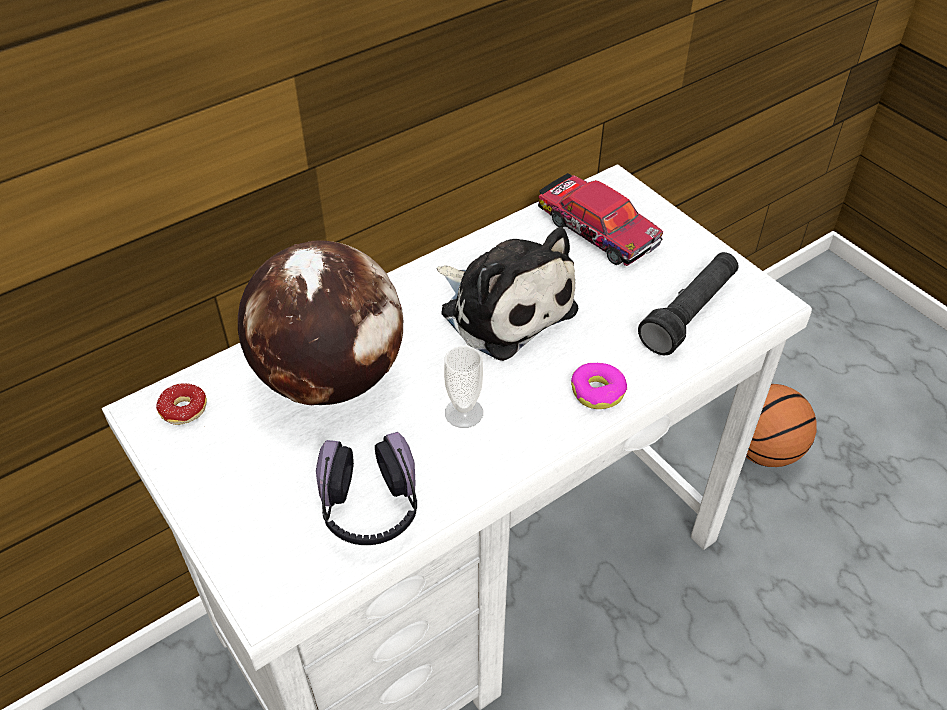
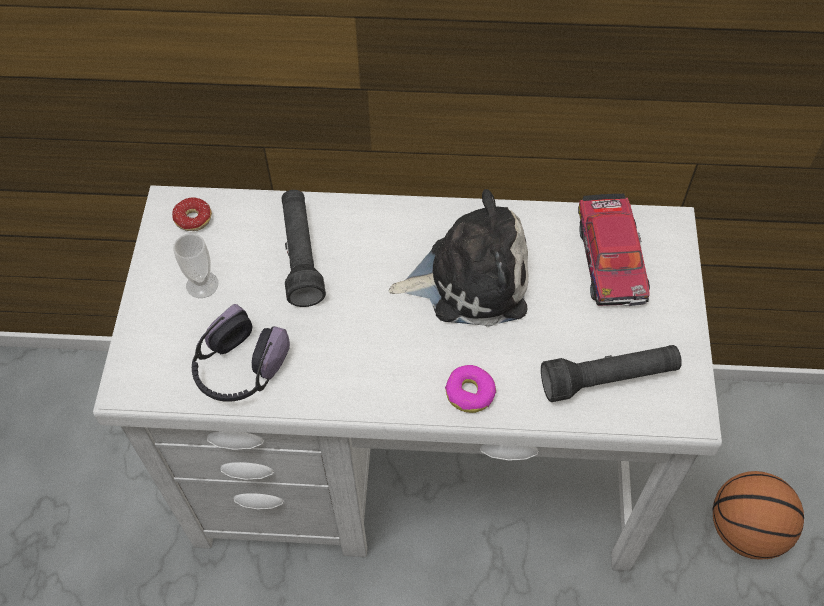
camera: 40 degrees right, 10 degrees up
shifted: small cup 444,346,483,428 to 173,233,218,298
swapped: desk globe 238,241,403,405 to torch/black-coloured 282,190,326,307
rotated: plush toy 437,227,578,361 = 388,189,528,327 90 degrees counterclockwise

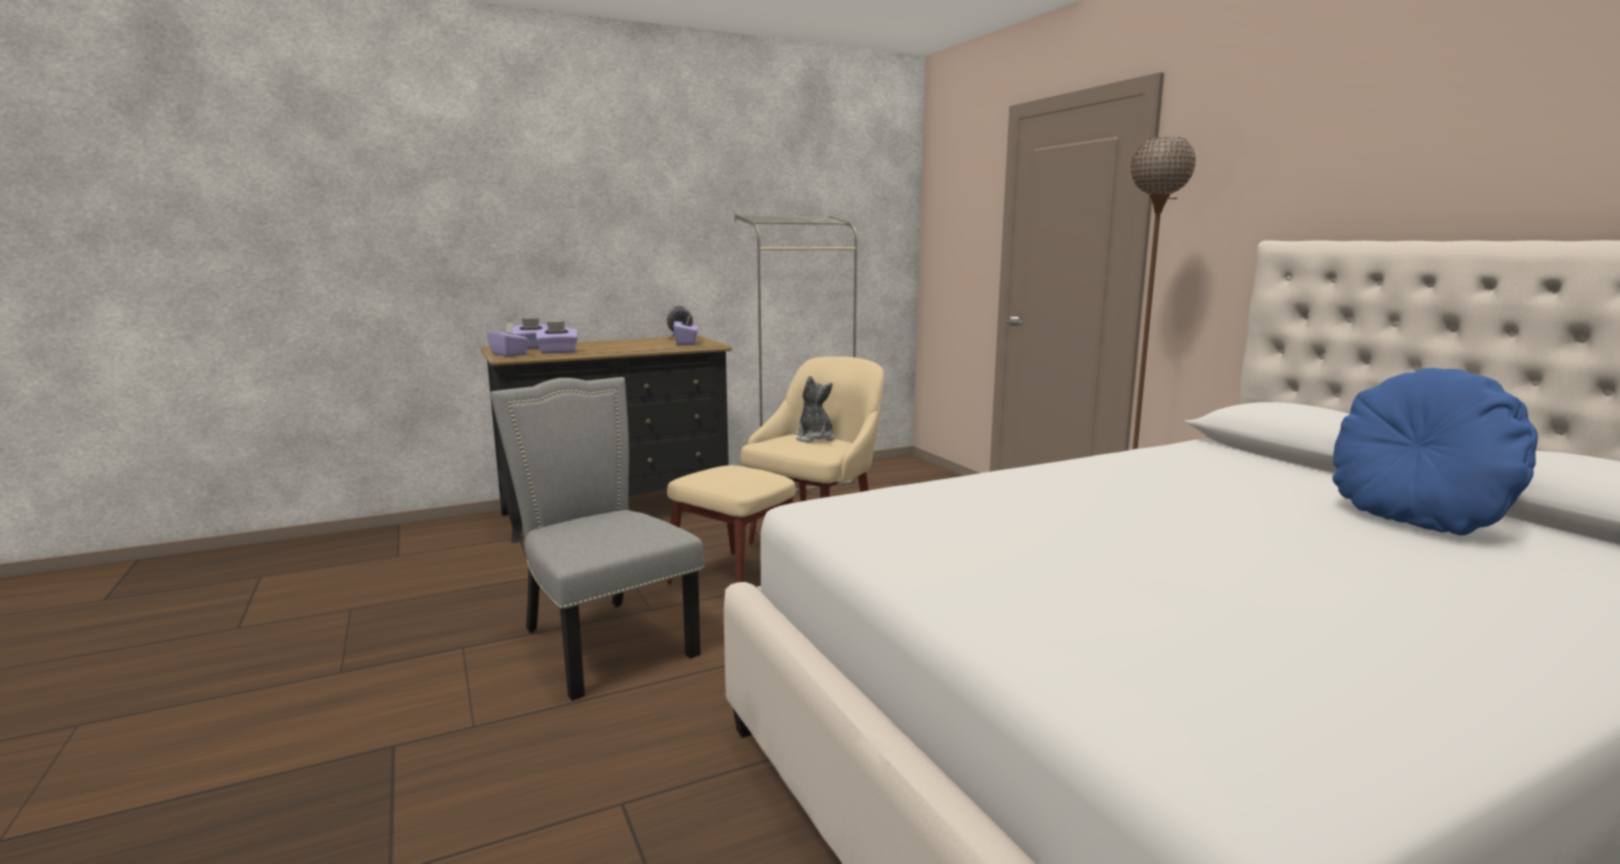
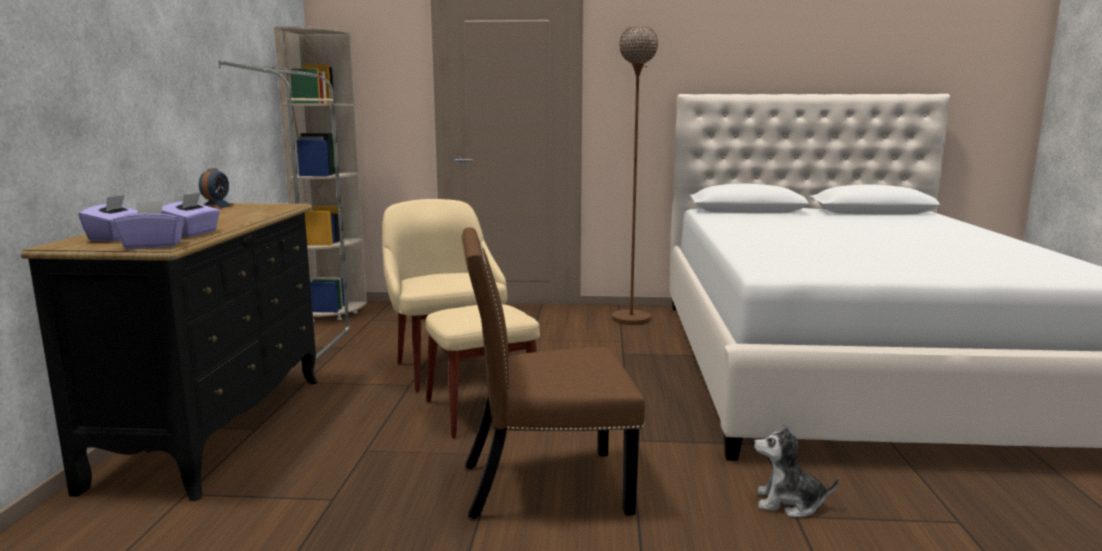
camera: 60 degrees left, 0 degrees up
gone: box of tissues/purple-coloured 673,315,699,345; throw pillow/blue 1332,368,1538,536
new: bookshelf/beige-coloured 274,26,367,322
shifted: plush toy 796,376,835,443 to 754,423,839,517
repainted: upright chair/grey 490,377,704,701 to upright chair/brown 462,227,645,519

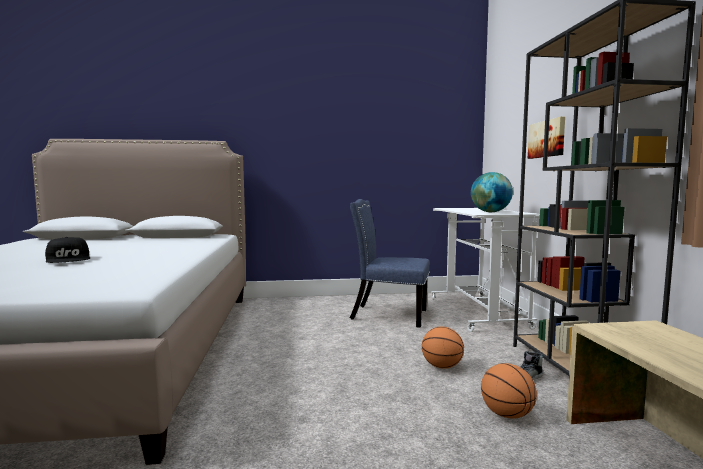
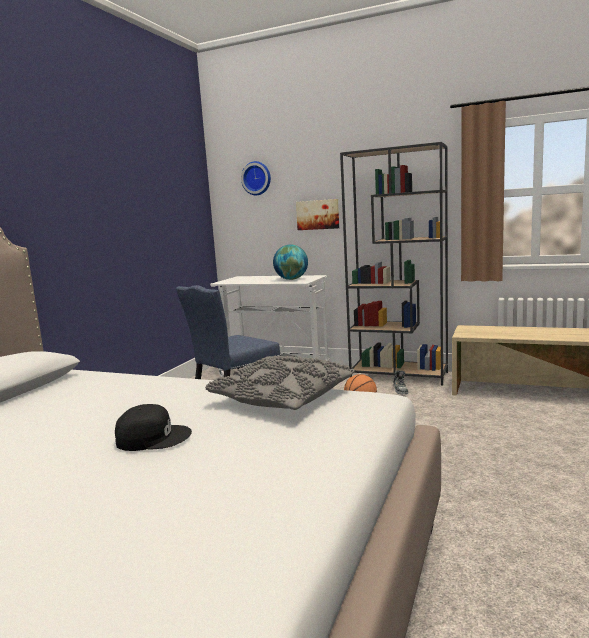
camera: 60 degrees left, 5 degrees up
gone: ball for basketball 481,363,537,419
new: throw pillow/grey 205,355,355,410; wall clock 241,161,271,195

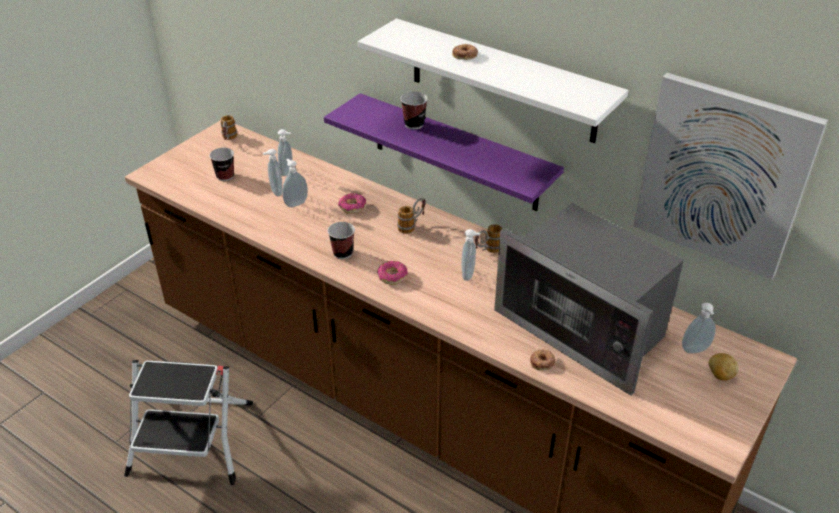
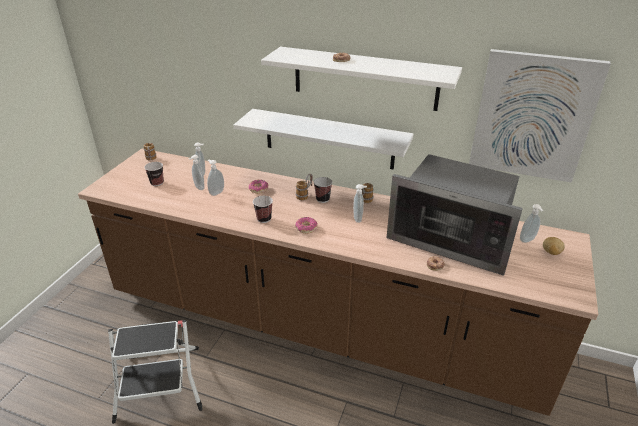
camera: 15 degrees left, 5 degrees down
shifted: small cup 400,92,428,129 to 314,177,332,203
repainted: wall shelf/purple-coloured 324,93,564,211 to wall shelf/white 234,109,414,170

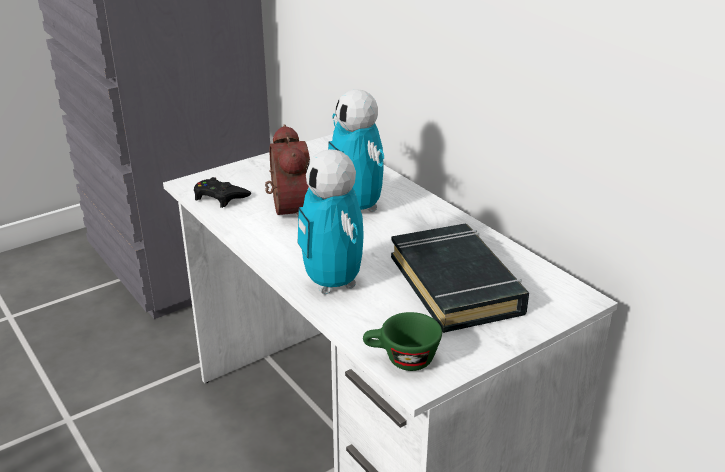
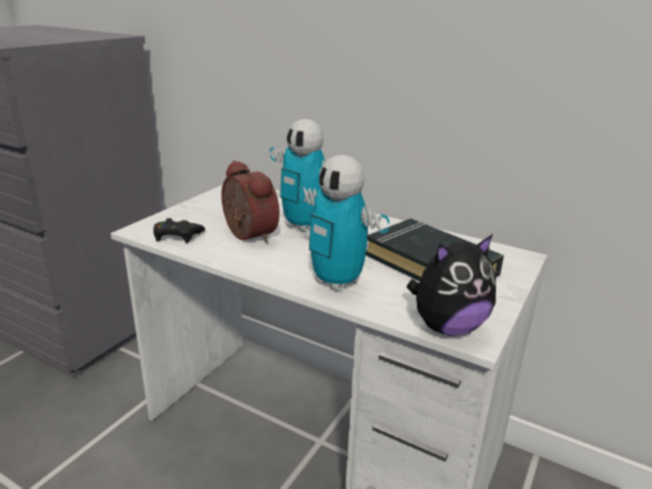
camera: 25 degrees left, 5 degrees down
swapped: small cup/greenish 363,312,442,371 to plush toy 407,234,496,336

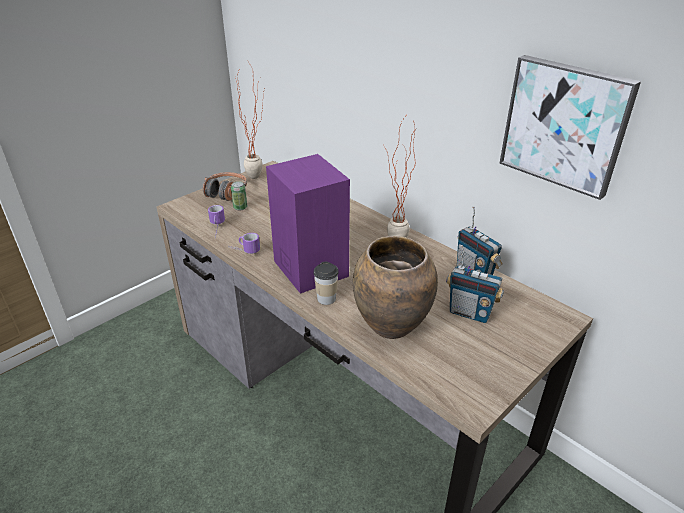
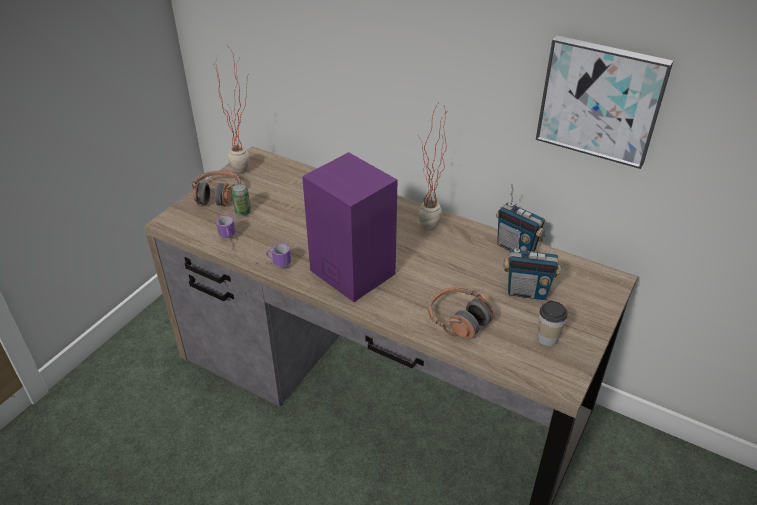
camera: 15 degrees left, 5 degrees up
shifted: small cup 314,262,339,305 to 537,301,568,346
swapped: decorative vase/brown 353,236,438,339 to headphones 428,287,495,339

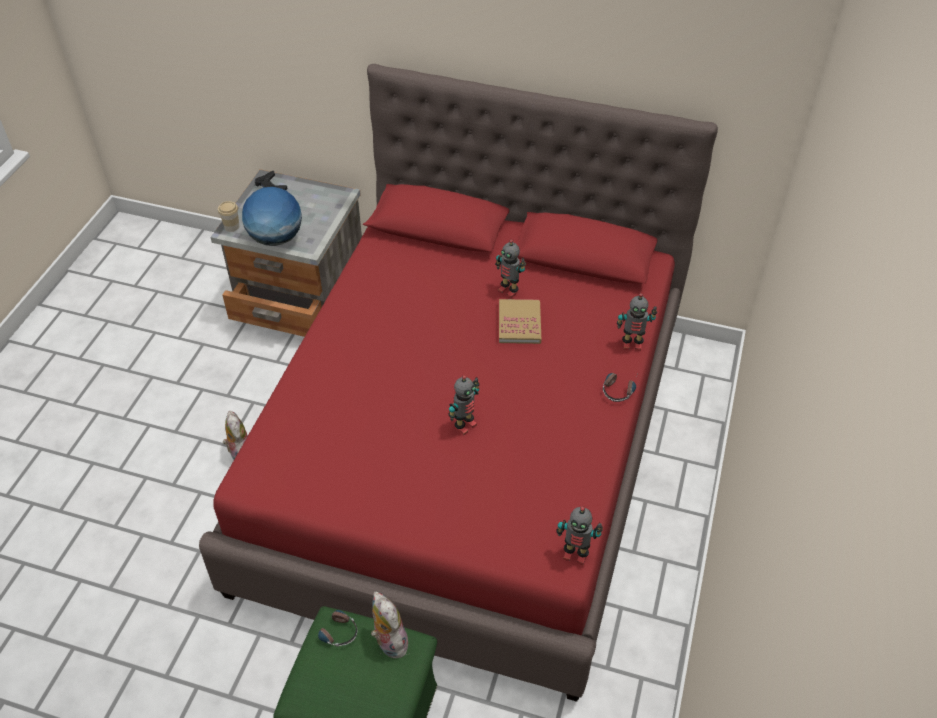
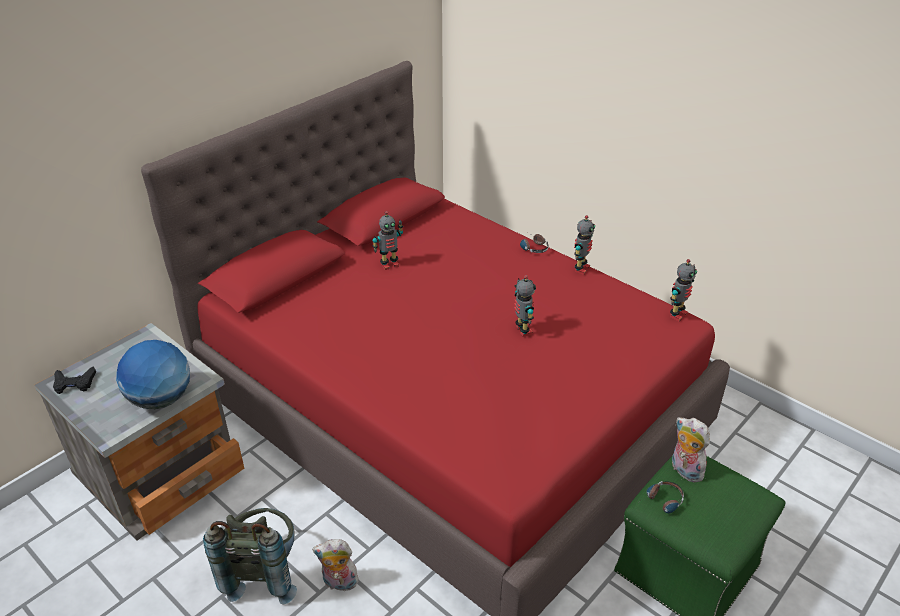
camera: 65 degrees left, 10 degrees down
gone: small cup 218,201,239,232; bound book 499,299,541,344
new: rucksack/grey 203,508,297,604
shifted: model robot 617,293,657,351 to 574,215,595,275
rotated: plush toy 371,591,408,658 = 672,417,710,482 60 degrees clockwise

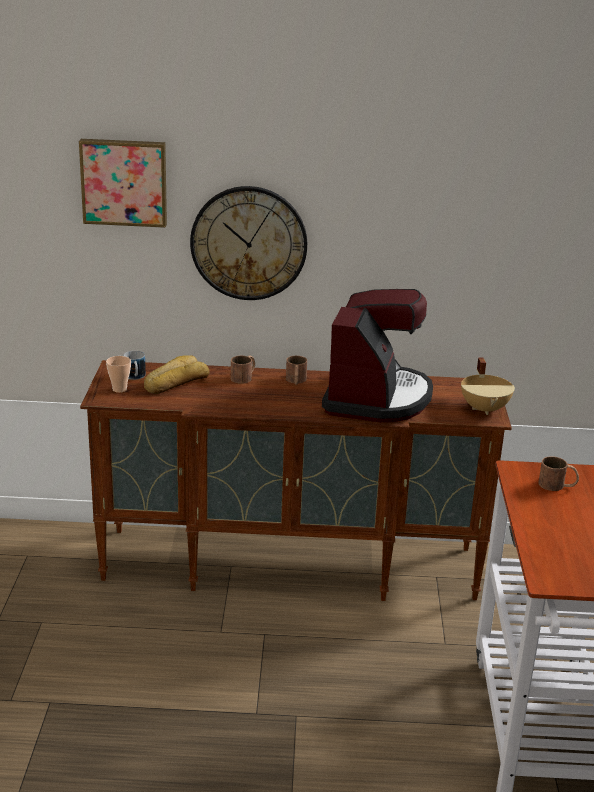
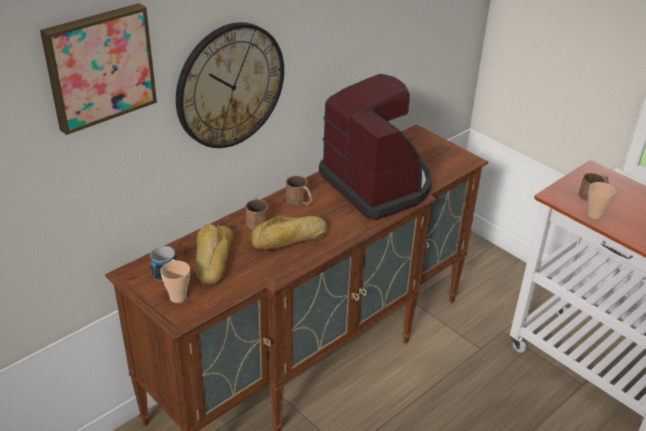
camera: 45 degrees left, 10 degrees up
gone: saucepot/beige-coloured 461,358,515,415
new: baked bread 251,216,327,251; small cup 588,182,616,219

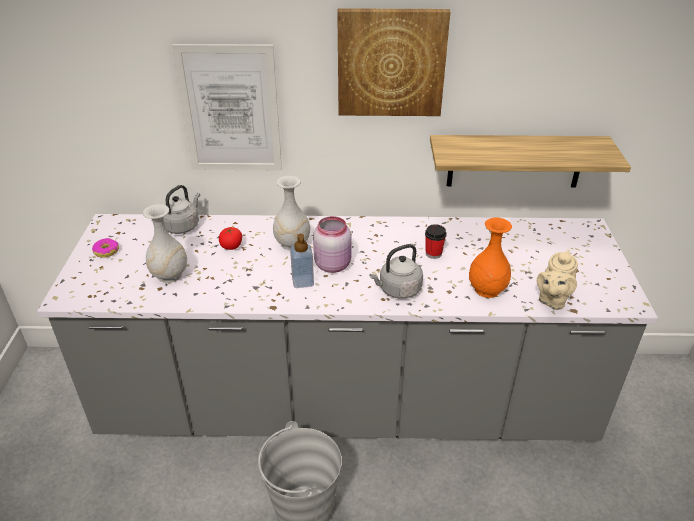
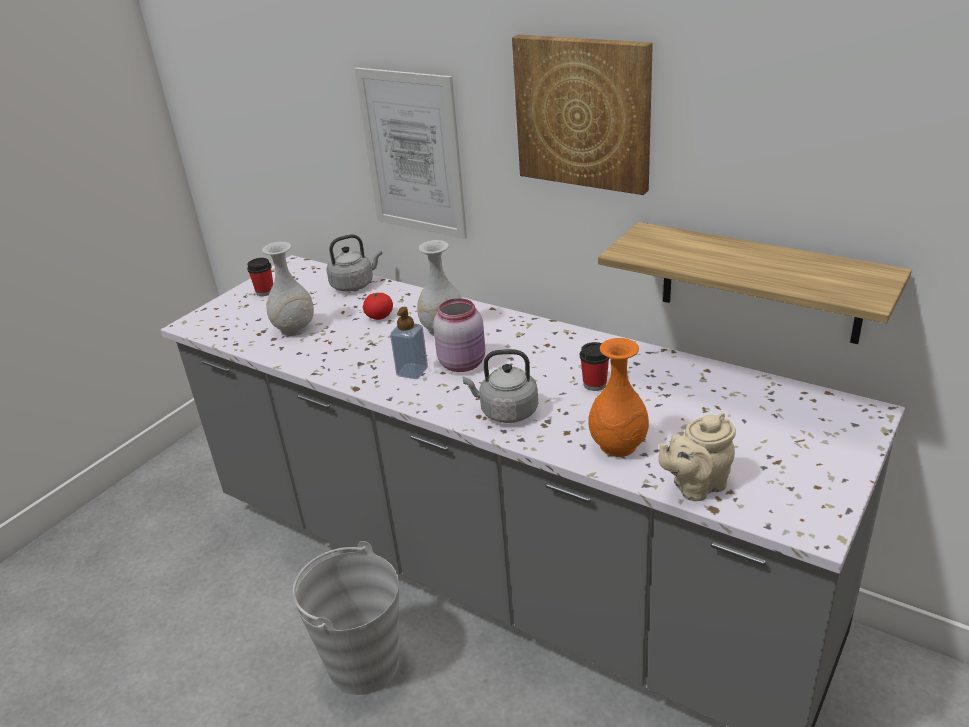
camera: 35 degrees right, 5 degrees down
swapped: doughnut 92,238,119,258 to small cup 247,258,273,296

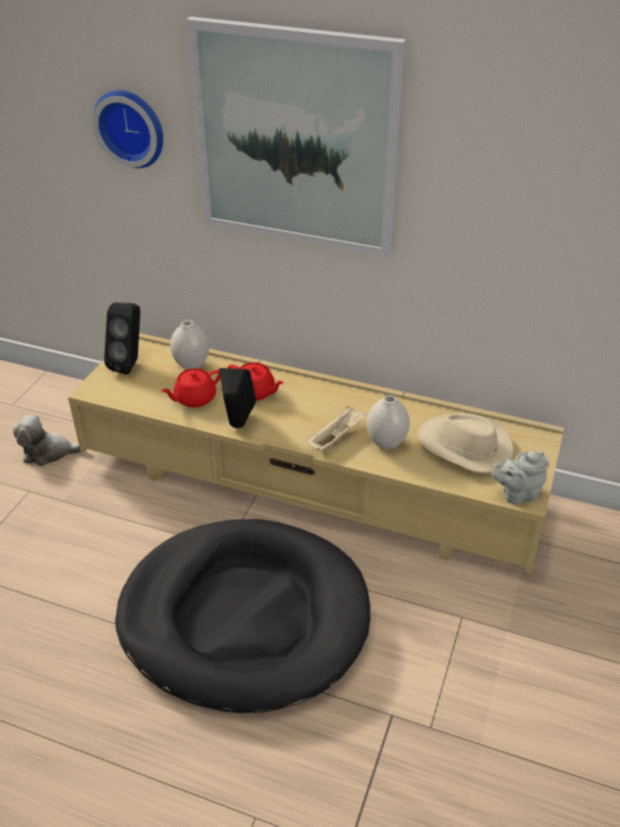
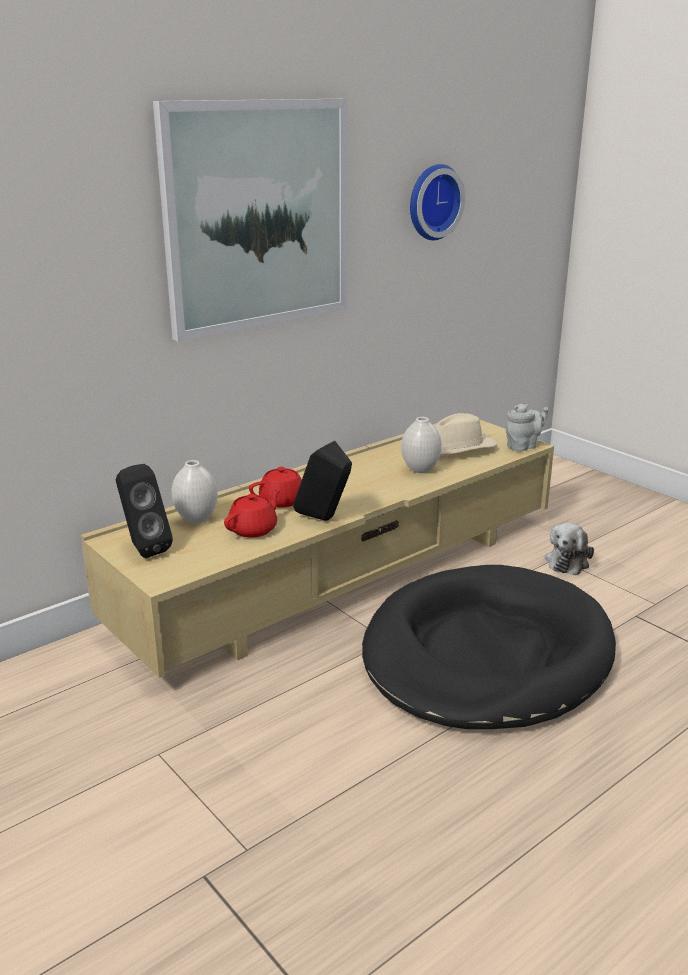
camera: 60 degrees left, 15 degrees down
gone: serving tray/beige-coloured 306,405,367,451
shifted: plush toy 13,414,82,466 to 544,523,594,575; wall clock 93,90,163,168 to 410,164,465,240
rotated: tea pot/red 161,368,221,407 = 224,489,281,538 135 degrees counterclockwise; tea pot/grey 492,451,549,504 = 506,404,548,451 135 degrees counterclockwise

